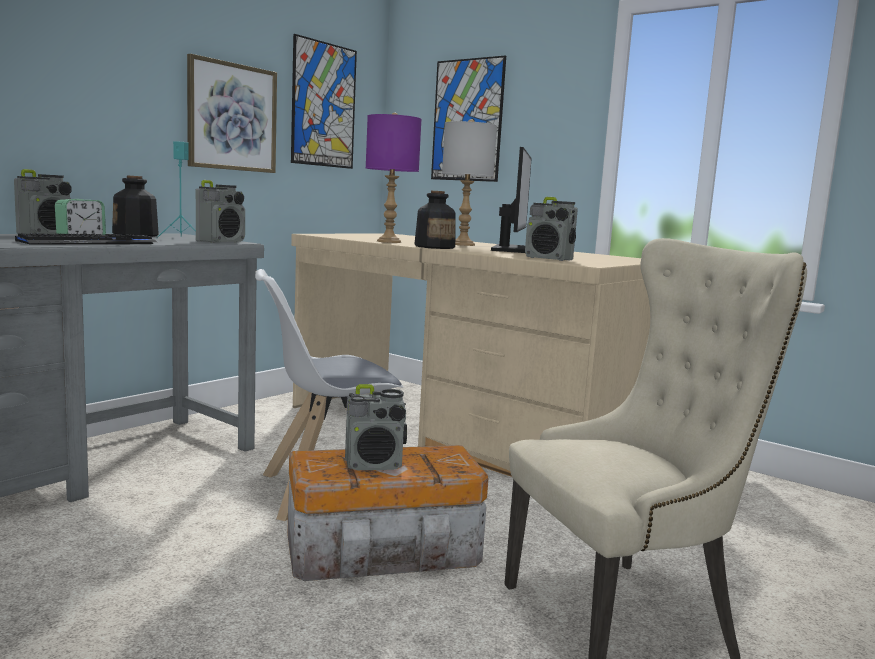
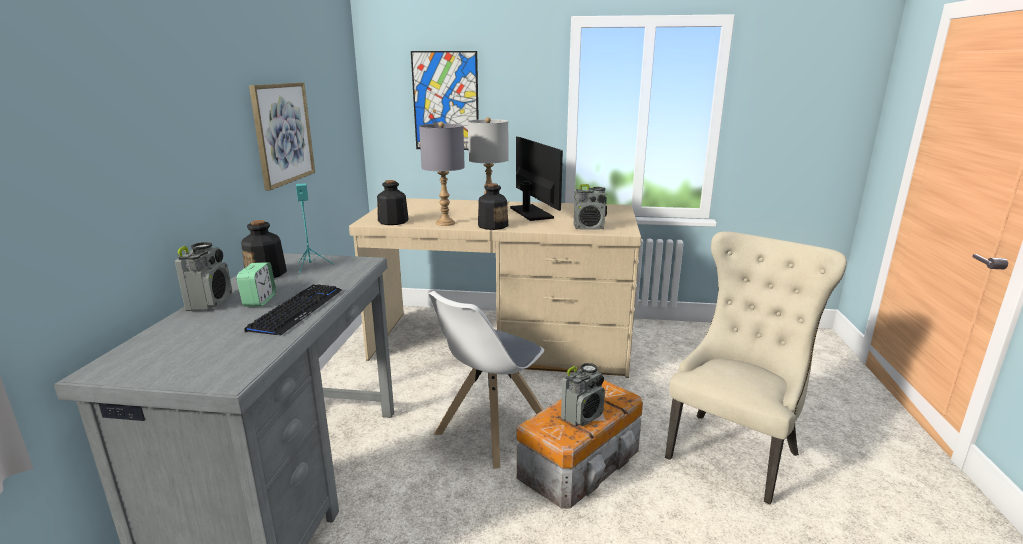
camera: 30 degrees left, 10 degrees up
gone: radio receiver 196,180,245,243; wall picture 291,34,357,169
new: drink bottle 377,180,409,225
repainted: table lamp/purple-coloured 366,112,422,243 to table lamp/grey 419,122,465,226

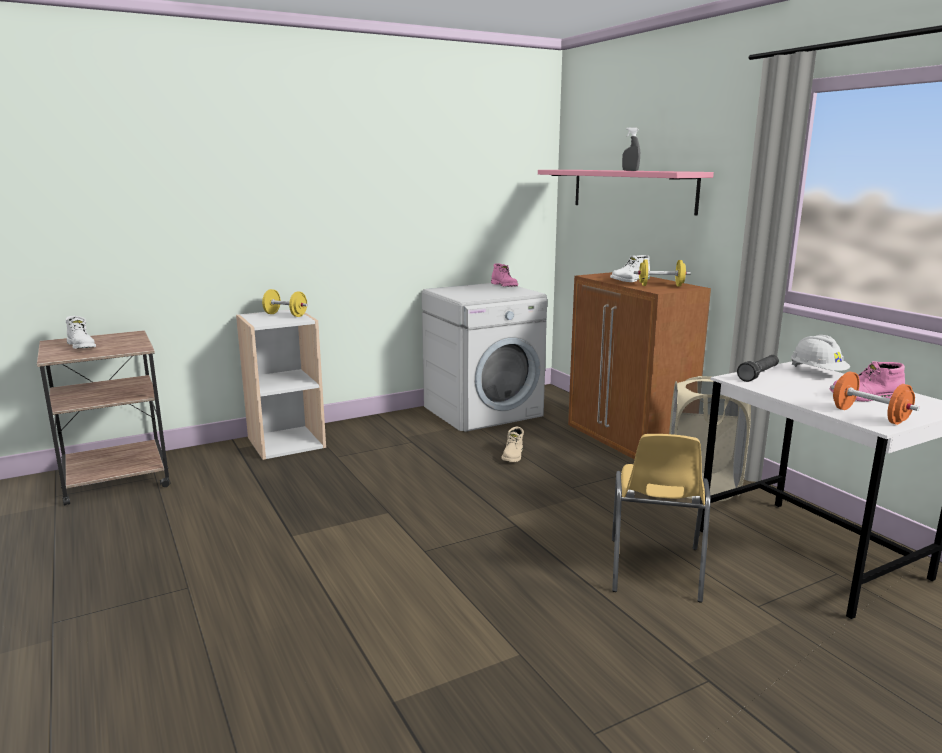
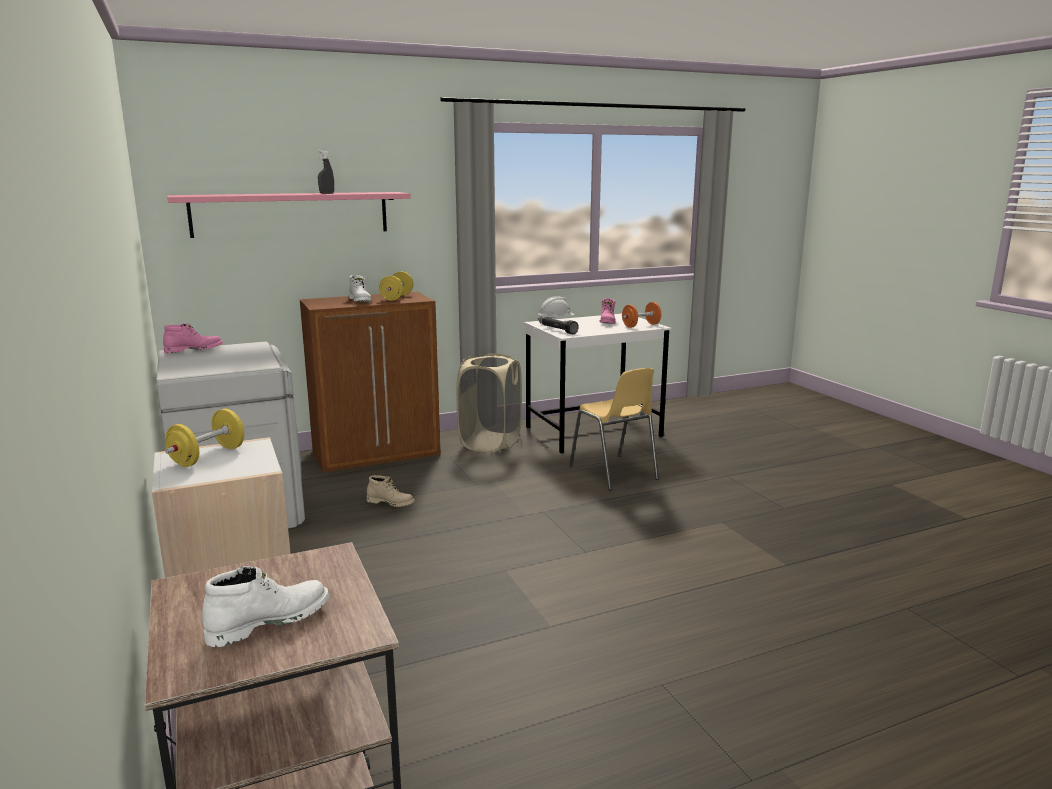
camera: 85 degrees left, 0 degrees up
rotated: upright chair/yellowish 612,434,711,602 = 569,368,659,490 45 degrees clockwise

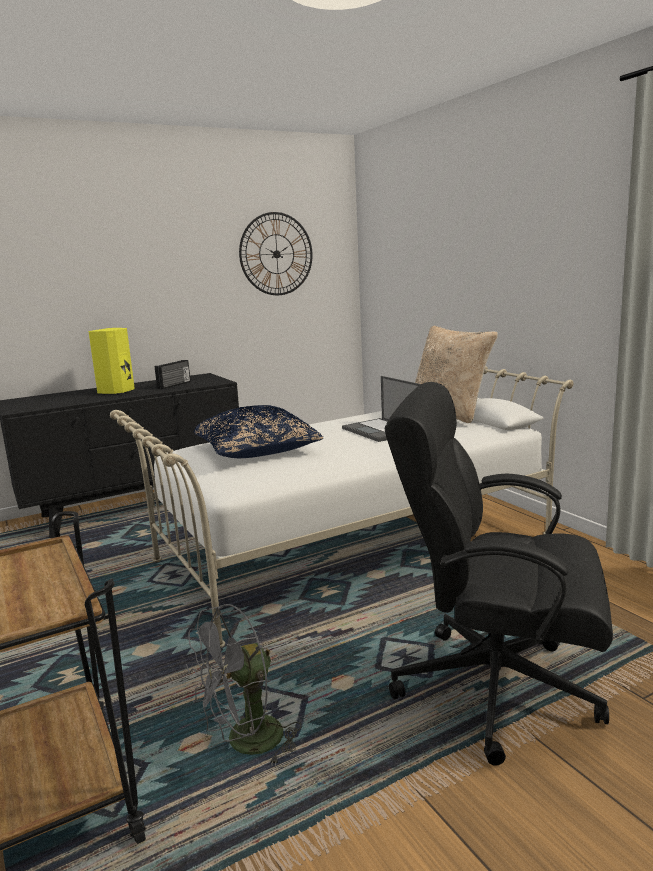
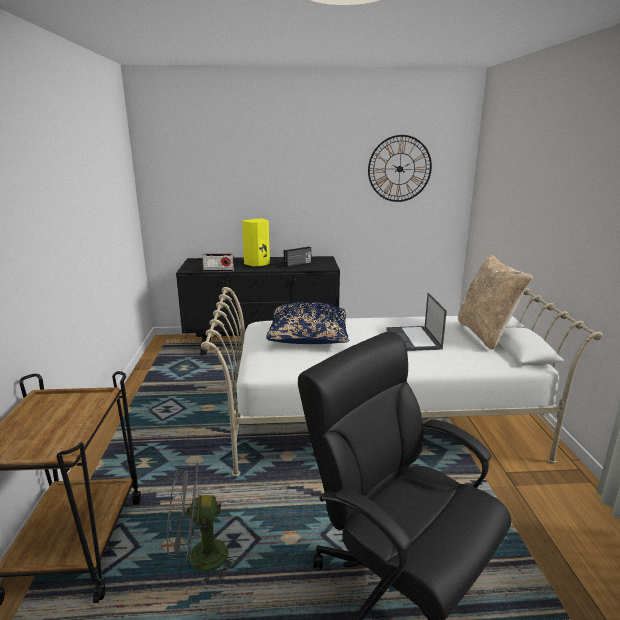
camera: 25 degrees right, 5 degrees up
new: radio receiver 202,253,234,271

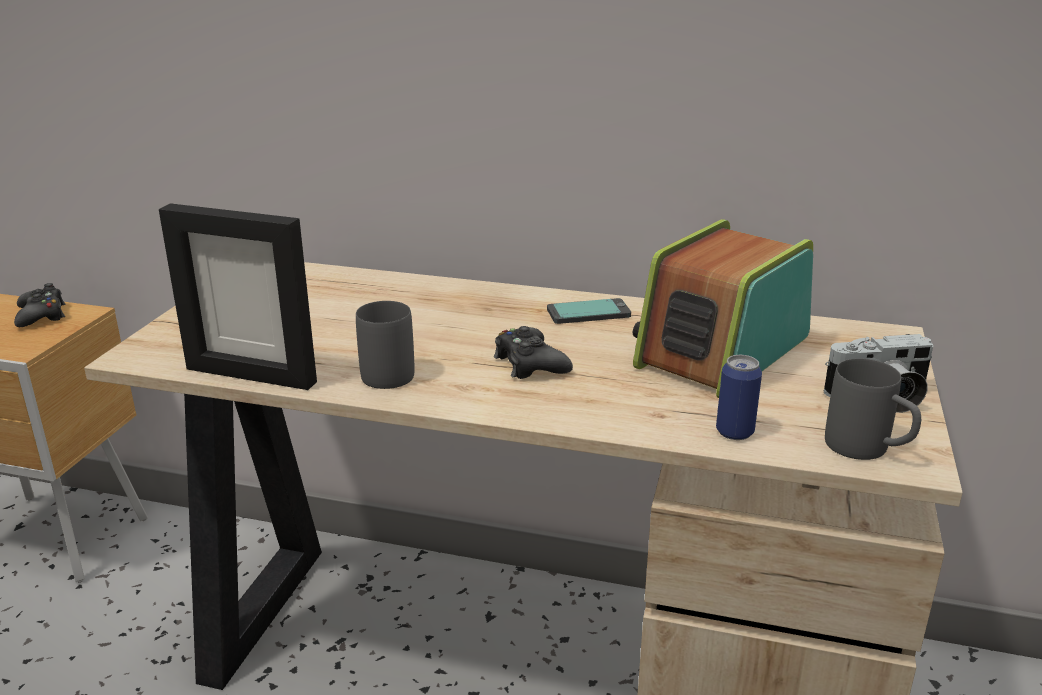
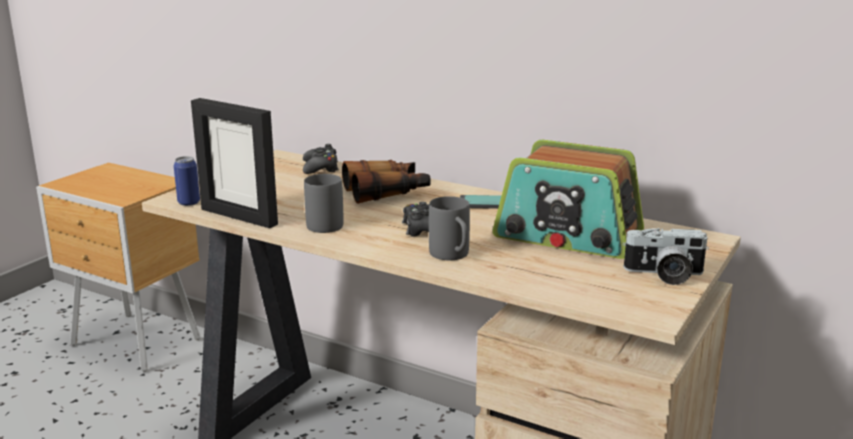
camera: 15 degrees right, 5 degrees down
new: field glasses 342,160,430,204
shifted: game controller/black-coloured 14,283,65,327 to 303,144,339,174; metal can 716,355,762,440 to 173,156,200,206; tea mug/grey 825,358,921,460 to 429,196,470,260
rotated: radio receiver 633,219,813,398 = 493,140,644,259 120 degrees counterclockwise

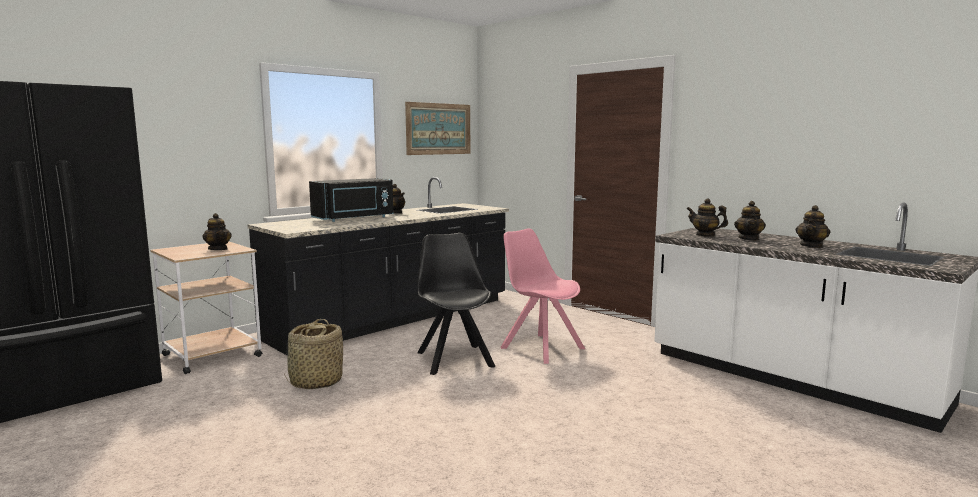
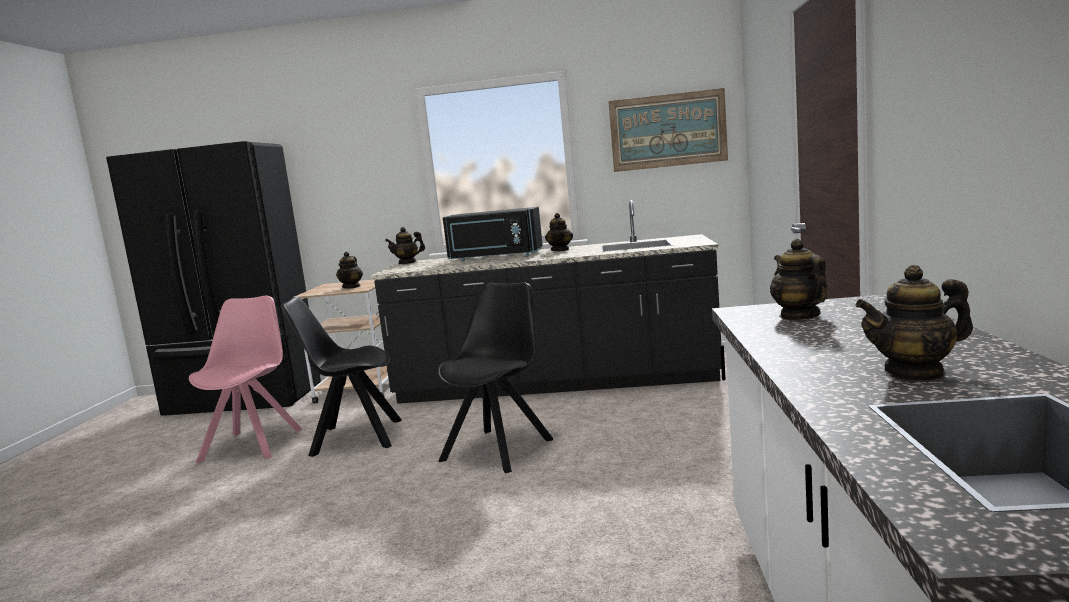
camera: 50 degrees right, 0 degrees up
shifted: upright chair/pink-coloured 501,228,585,364 to 189,295,303,464; tea pot 734,201,766,241 to 385,227,425,264
swapped: household basket 284,319,343,389 to upright chair/black-coloured 280,297,402,457

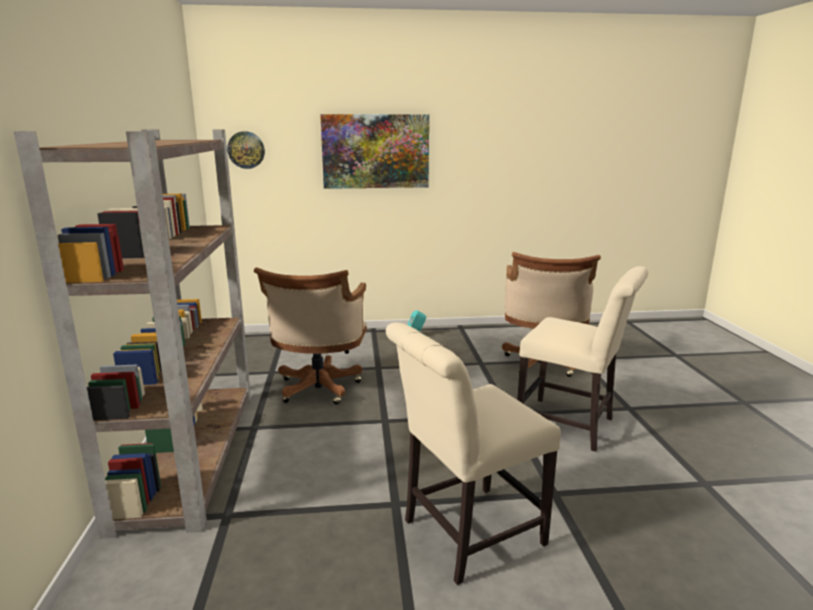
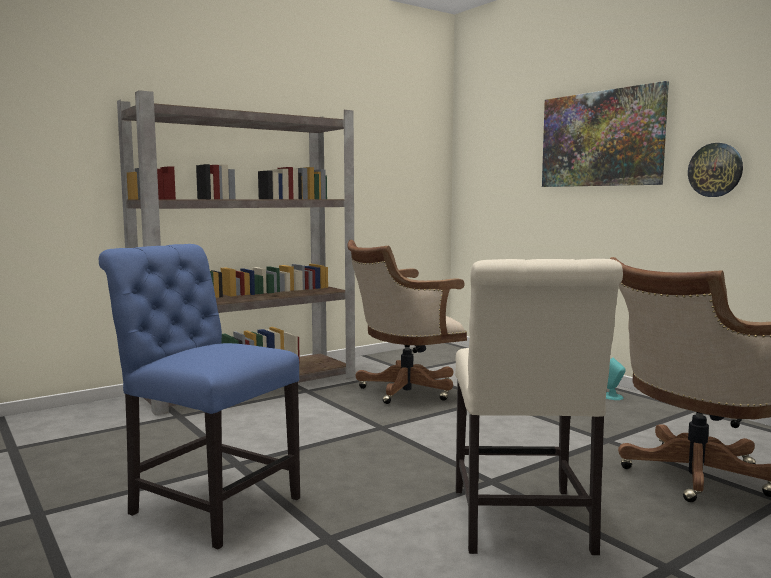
camera: 60 degrees right, 10 degrees down
shifted: wall clock 227,131,265,169 to 688,143,743,197
repainted: upright chair/beige-coloured 386,322,561,585 to upright chair/blue 99,244,300,549

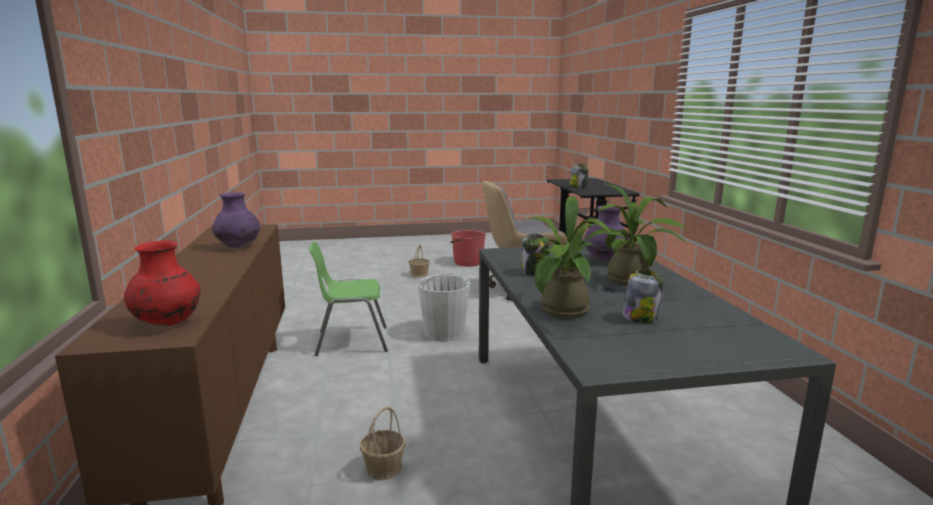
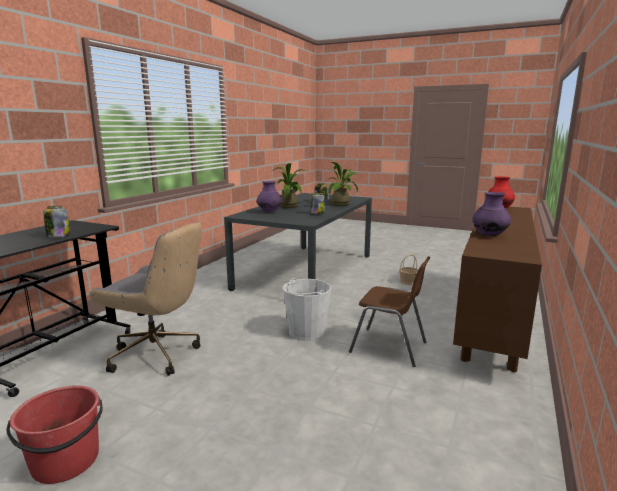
camera: 145 degrees left, 0 degrees up
gone: household basket 409,244,430,278
repainted: upright chair/greenish 309,241,388,356 to upright chair/brown 349,256,431,367

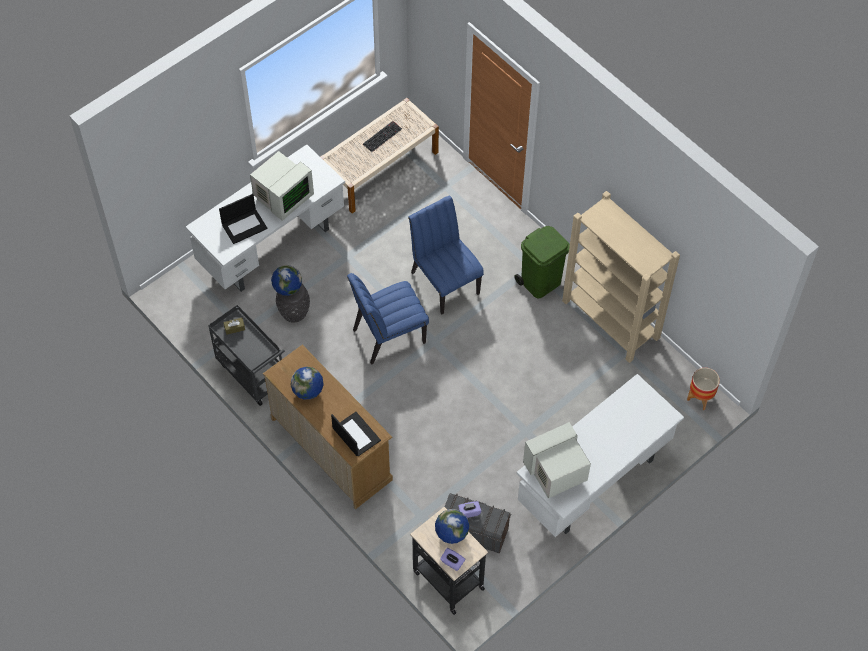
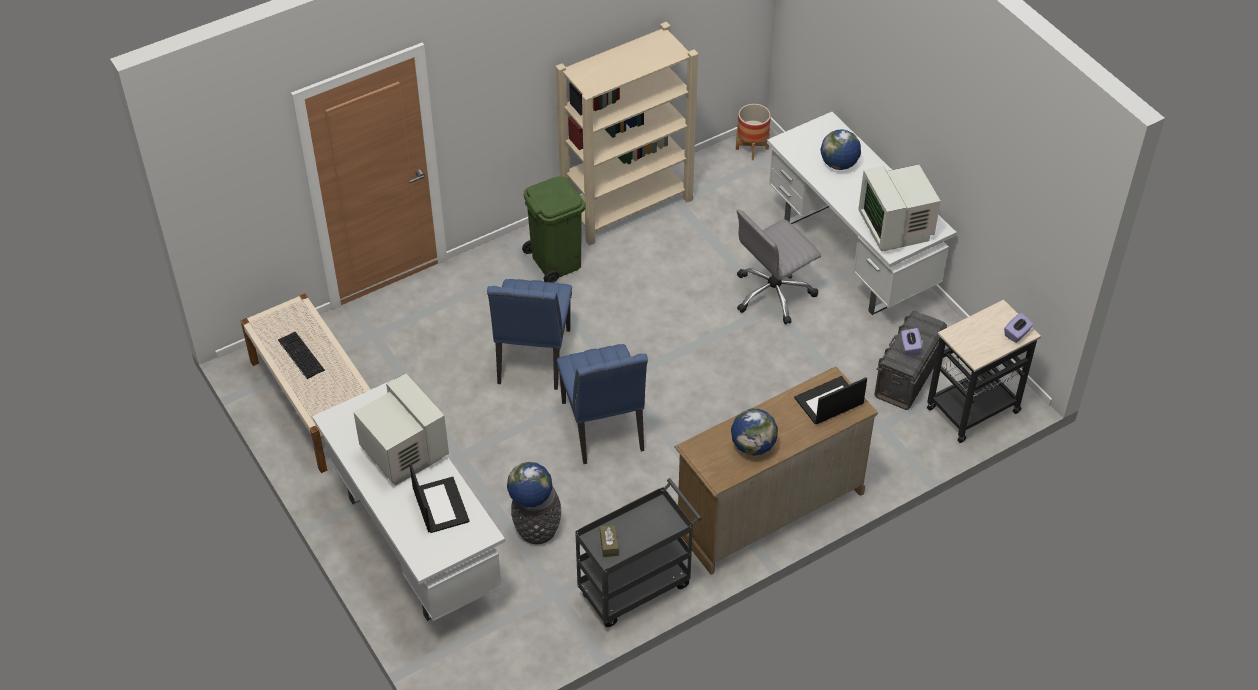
camera: 80 degrees left, 10 degrees down
new: computer chair/grey 737,209,821,324
shifted: desk globe 435,509,469,544 to 821,129,861,170
rotated: upright chair/blue 408,195,484,314 = 487,279,572,390 60 degrees counterclockwise

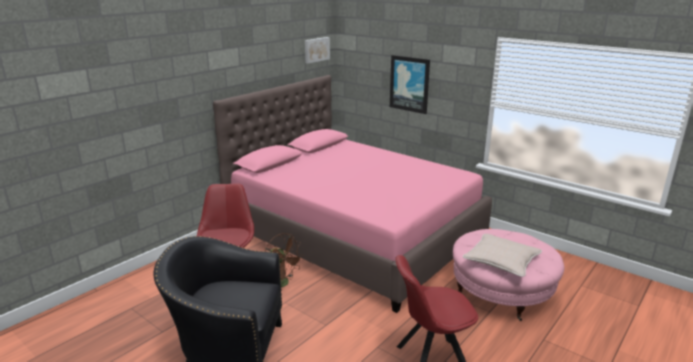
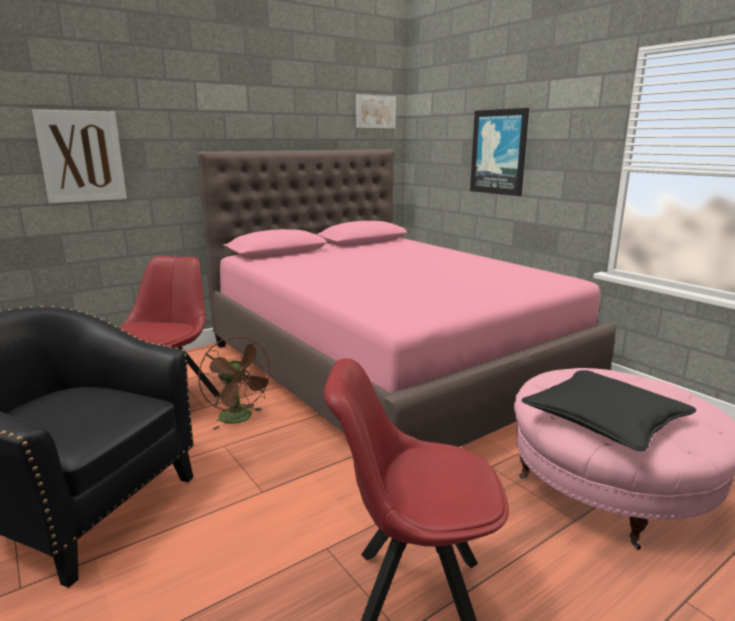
camera: 15 degrees right, 5 degrees down
new: wall picture 32,109,127,204
repainted: throw pillow/beige-coloured 463,234,542,277 to throw pillow/black-coloured 522,370,696,451

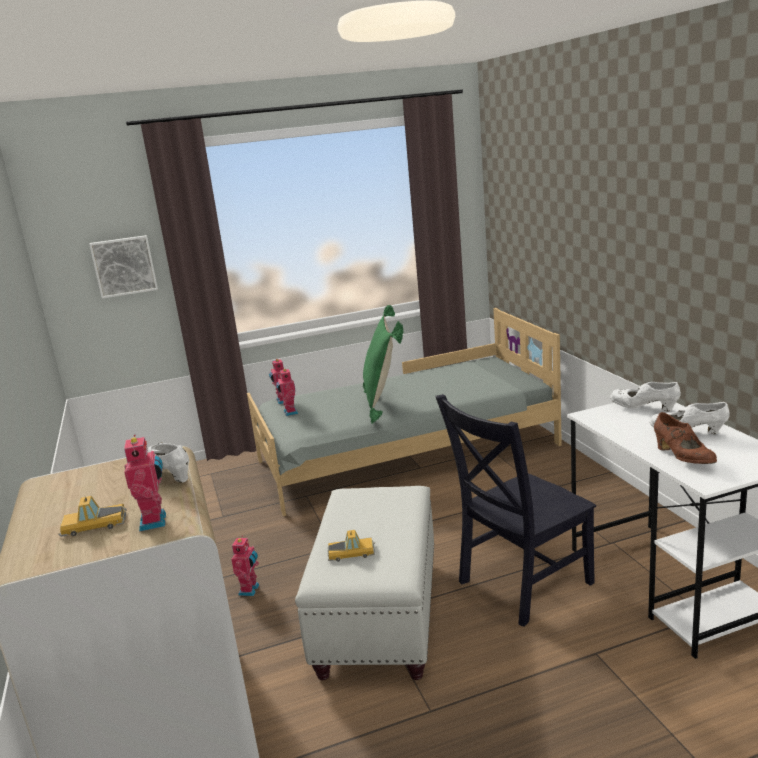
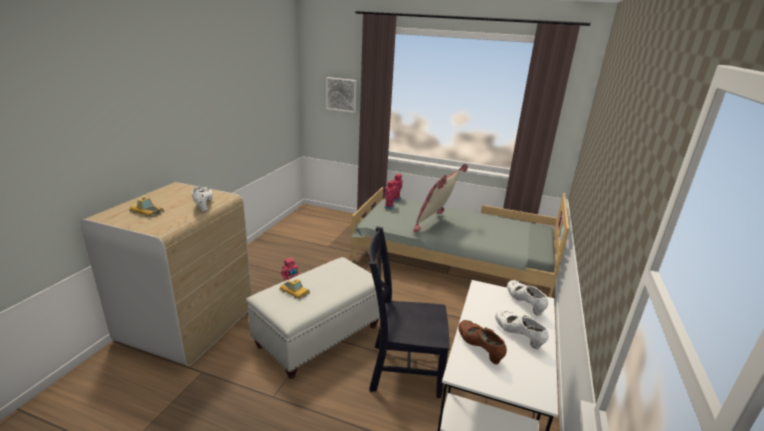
camera: 35 degrees right, 5 degrees up
gone: model robot 124,435,166,532
repainted: throw pillow/greenish 363,305,404,424 to throw pillow/red 413,164,468,232
rotated: low shoe/brown 654,412,717,464 = 458,320,507,364 135 degrees clockwise

